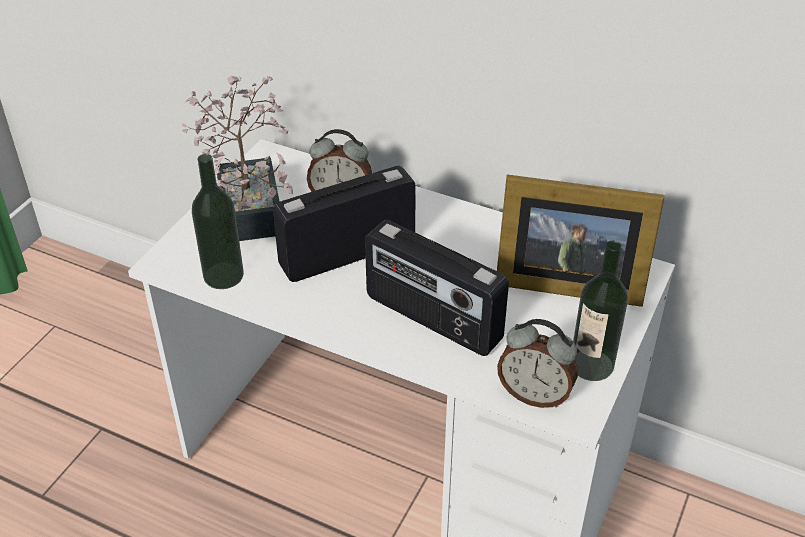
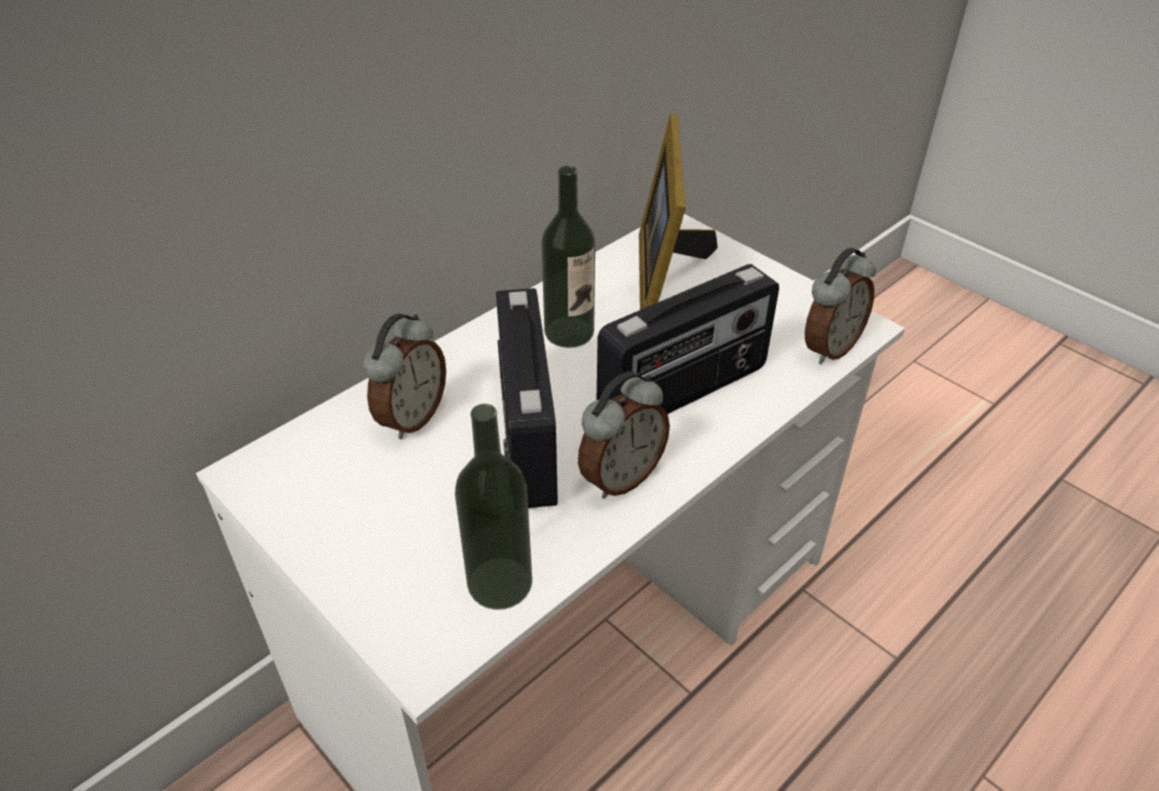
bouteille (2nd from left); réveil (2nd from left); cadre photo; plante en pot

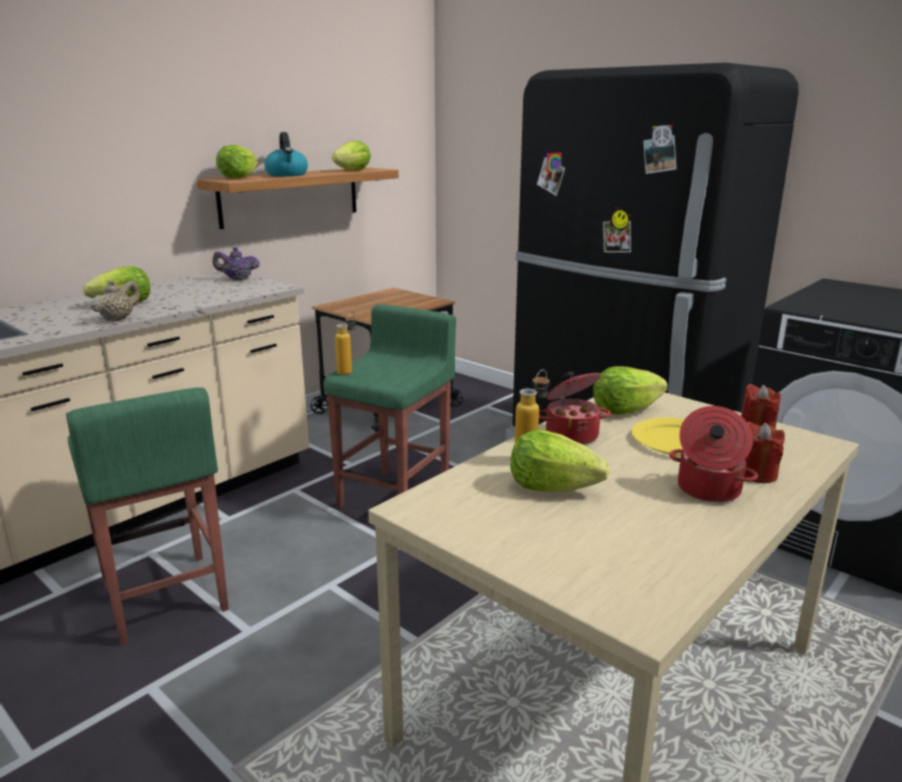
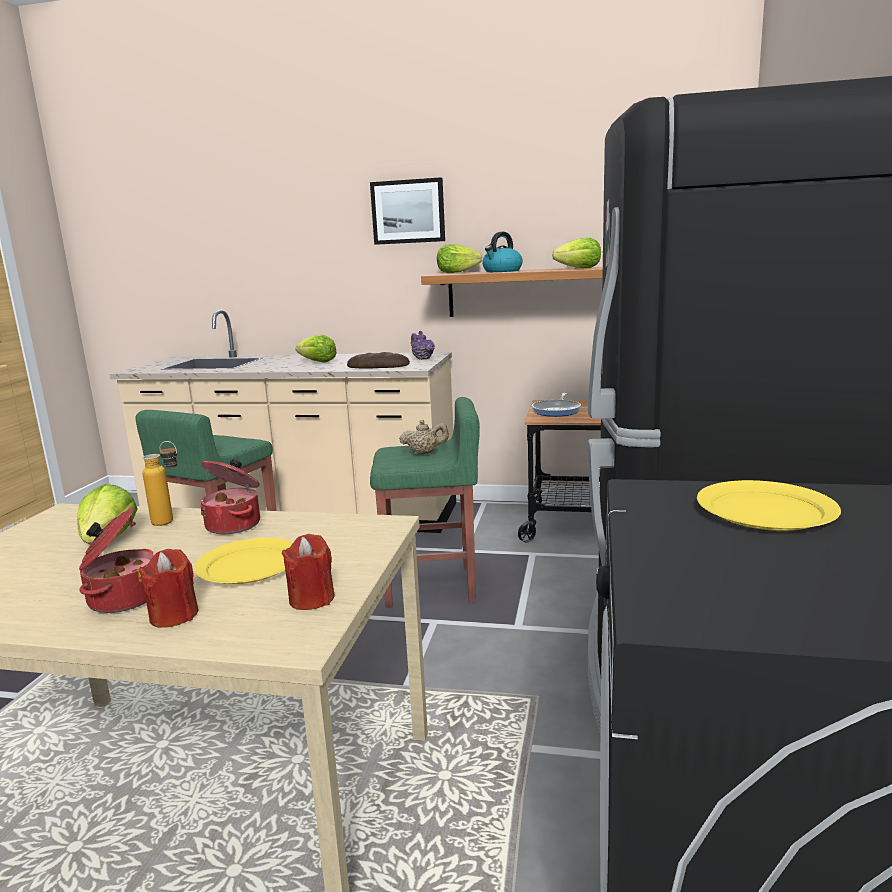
pain; tableau; théière (beige); poêle; assiette (jaune) (2nd from left); bouteille (1st from left in the first image); laitue (5th from left in the first image)

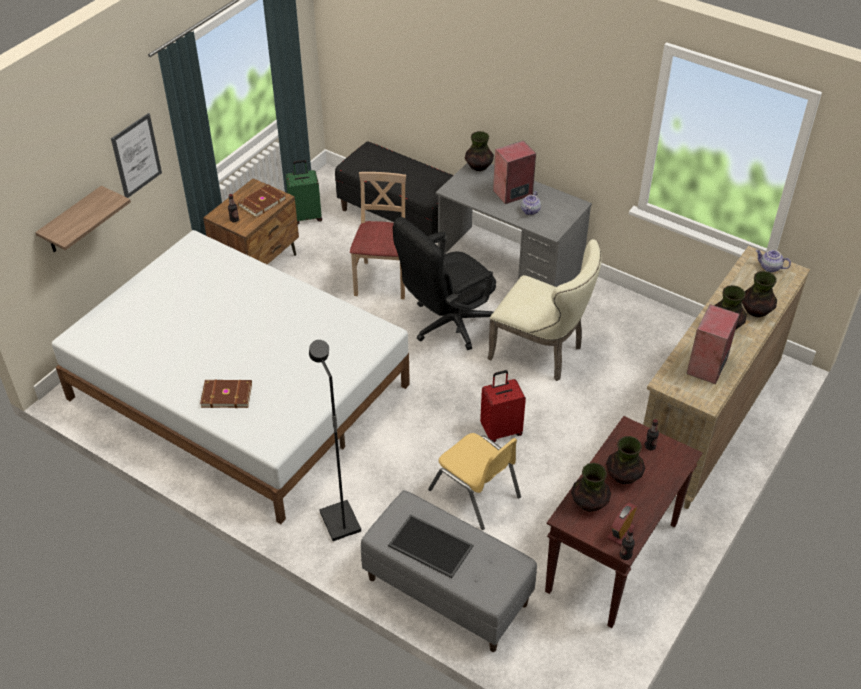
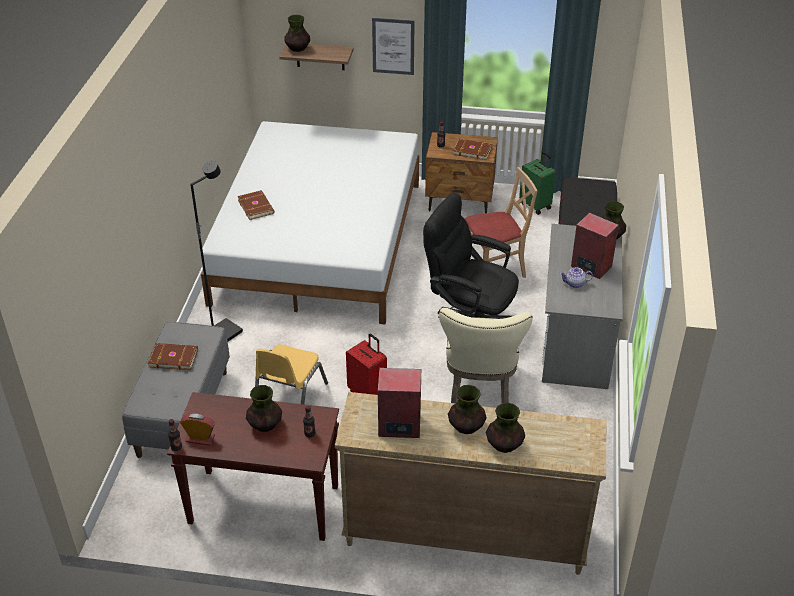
livre (marron) (1st from left); vase (2nd from left); théière (2nd from left in the first image)

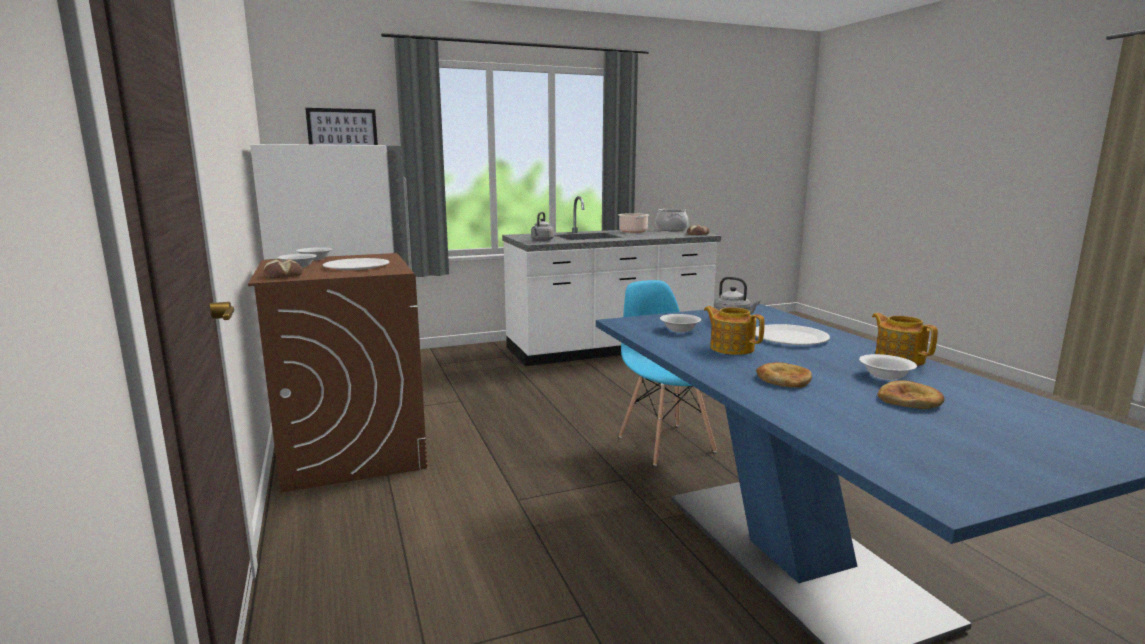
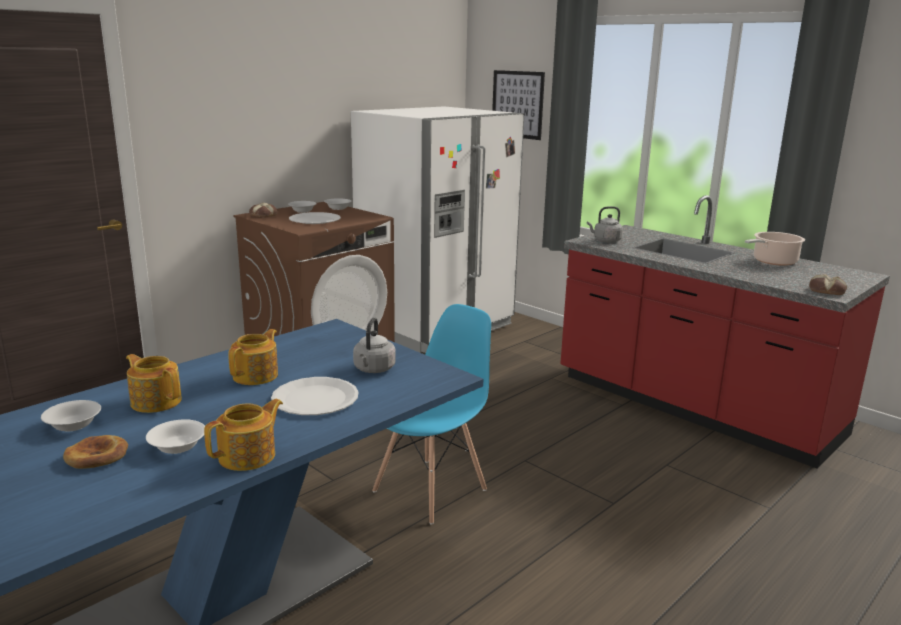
bol (blanc) (1st from left); théière (1st from left); comptoir de cuisine (rouge); marmite (2nd from left in the first image)

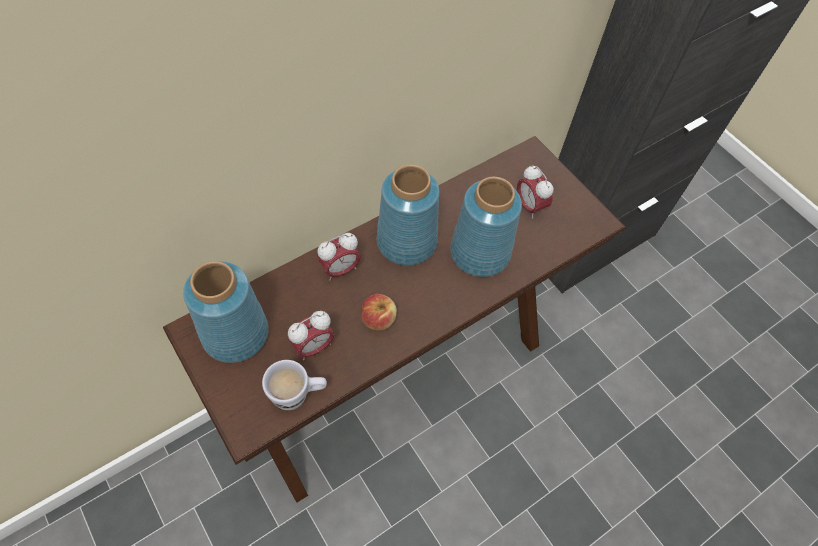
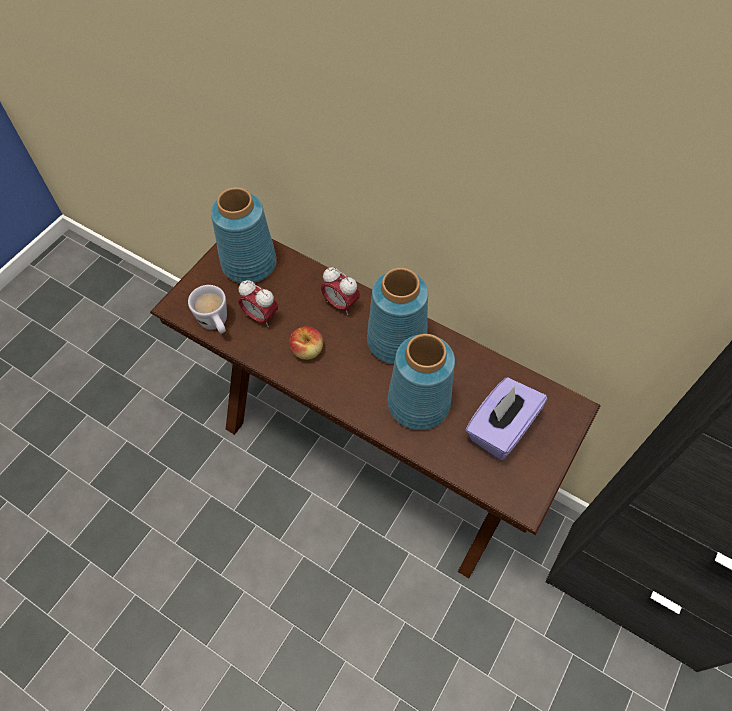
boîte à mouchoirs (violet)

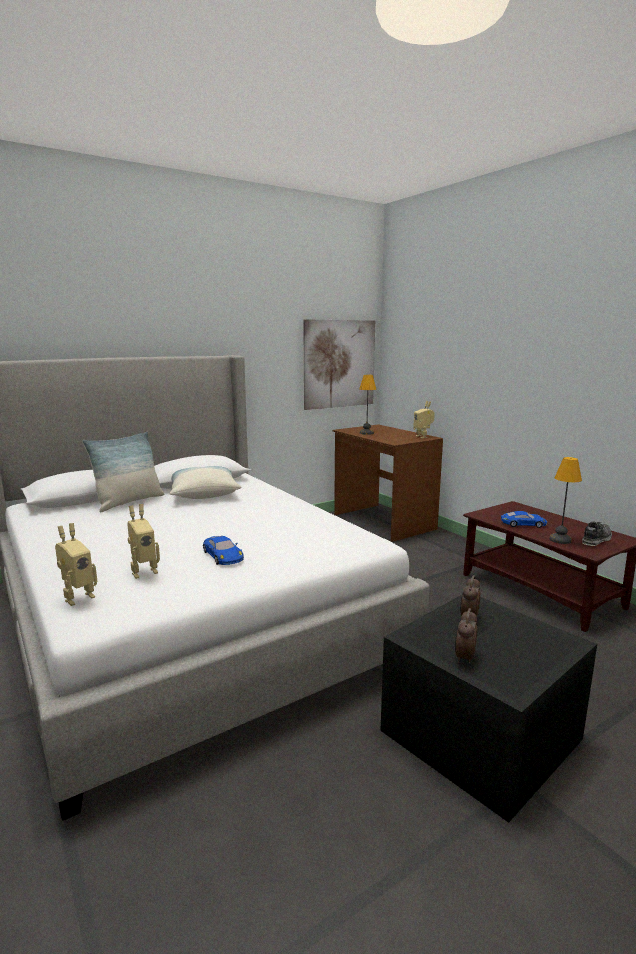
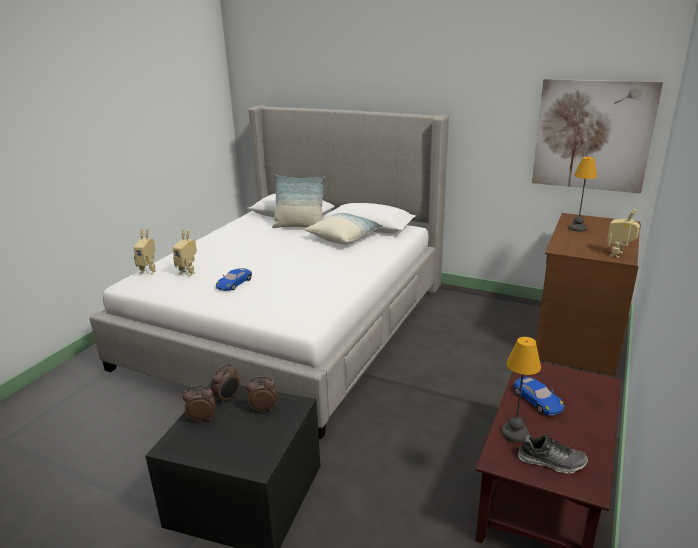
réveil (2nd from left)

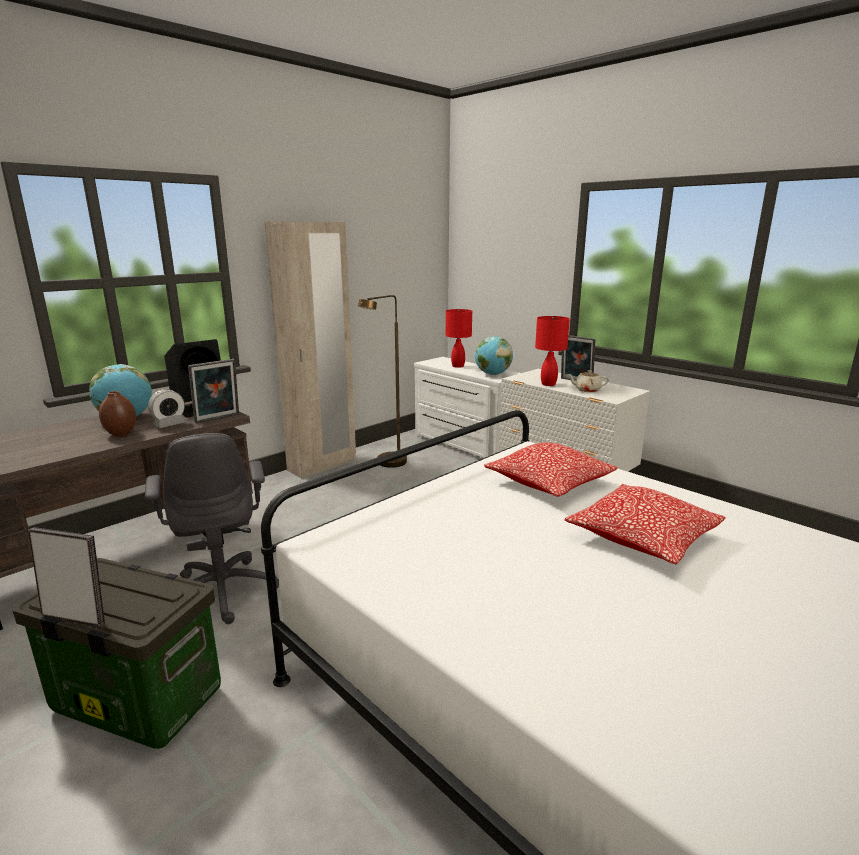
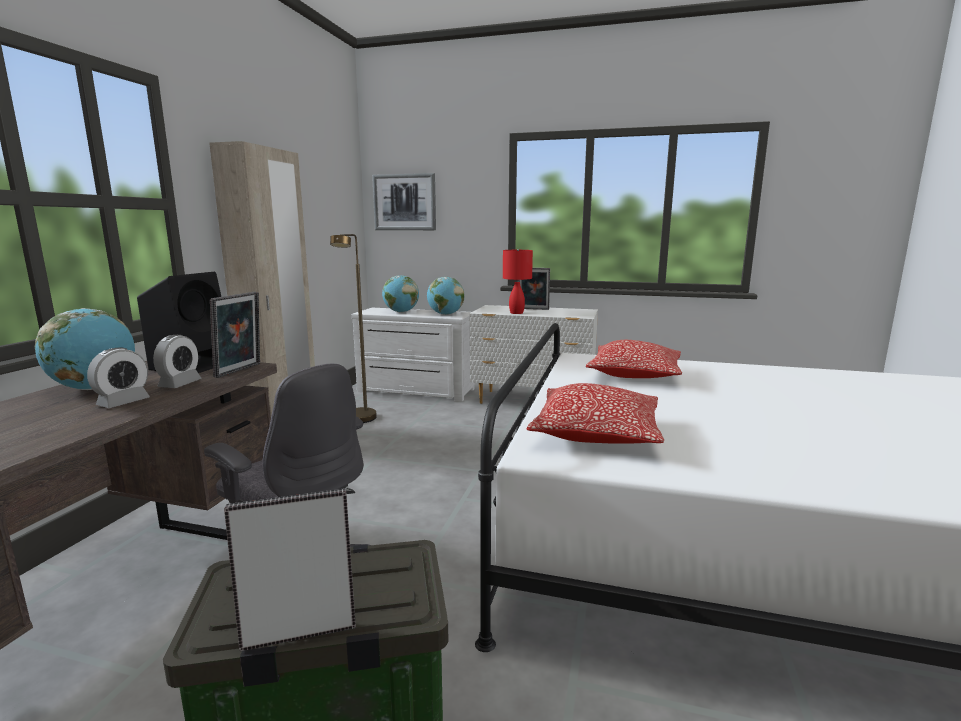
réveil (1st from left); tableau; globe (2nd from left); coussin (1st from left); théière (beige)

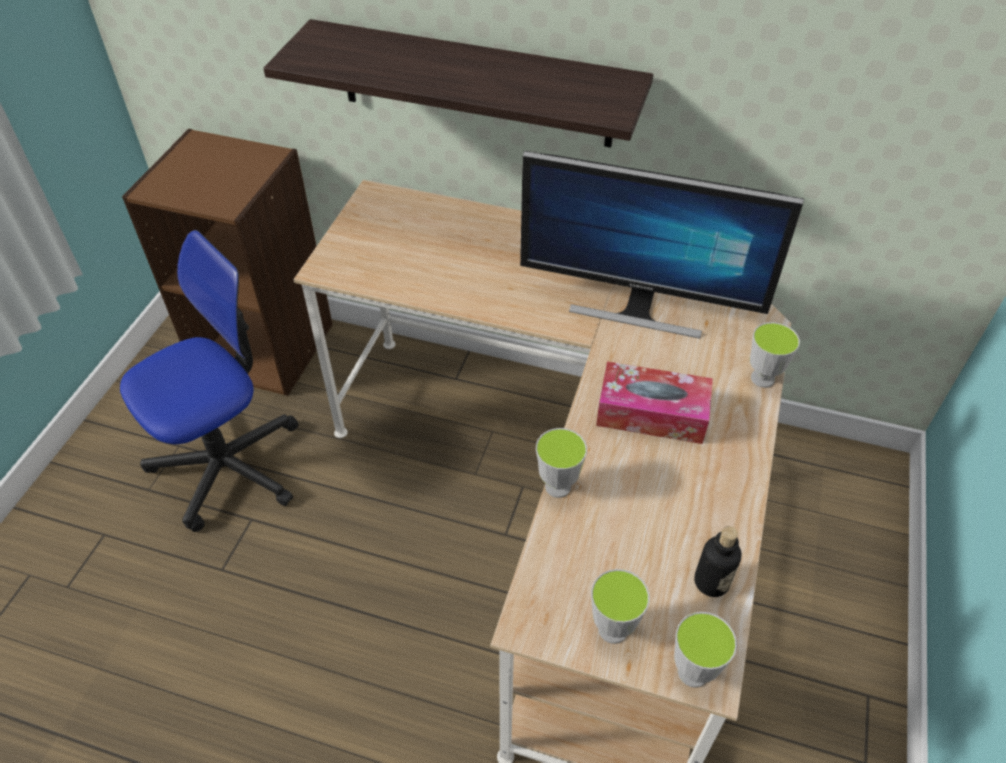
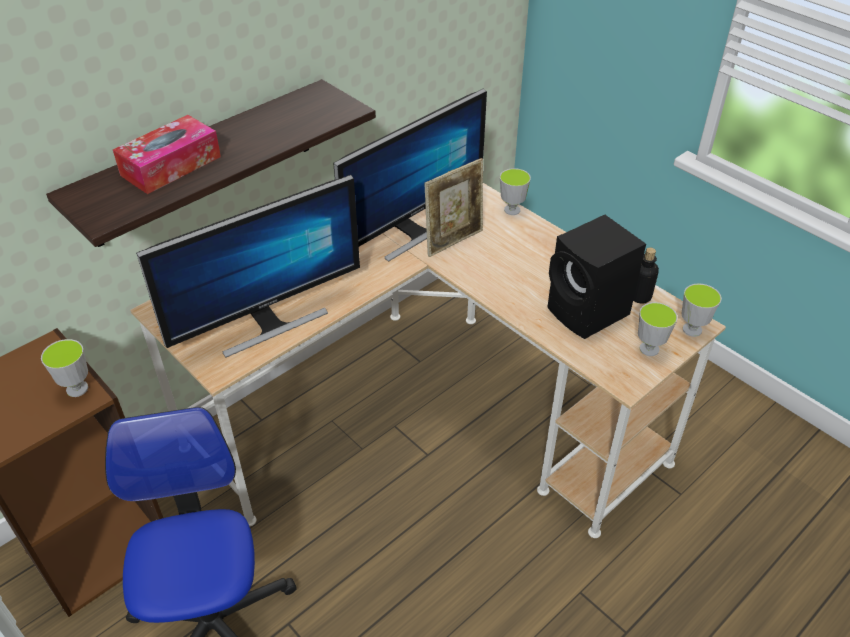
tasse (1st from left); boîte à mouchoirs; écran d'ordinateur (1st from left); cadre photo; enceinte (noir)

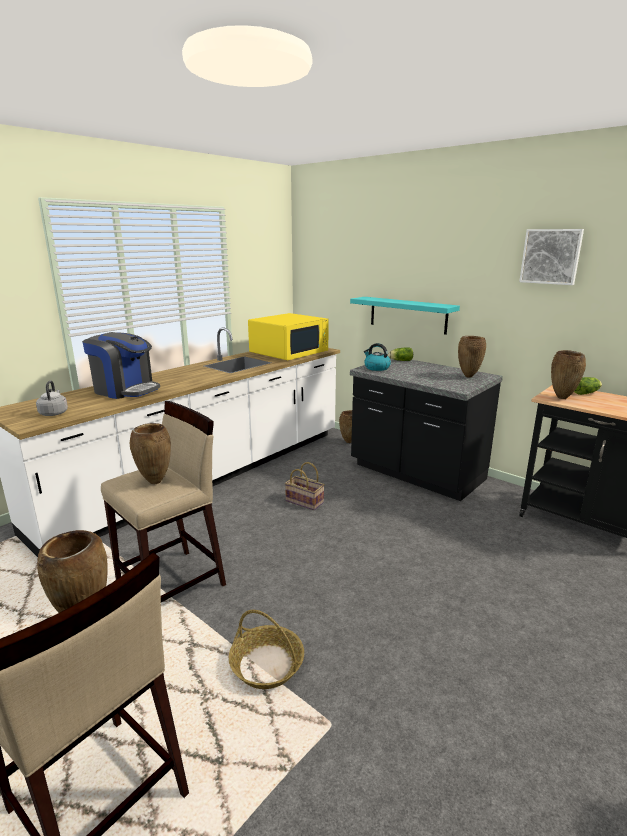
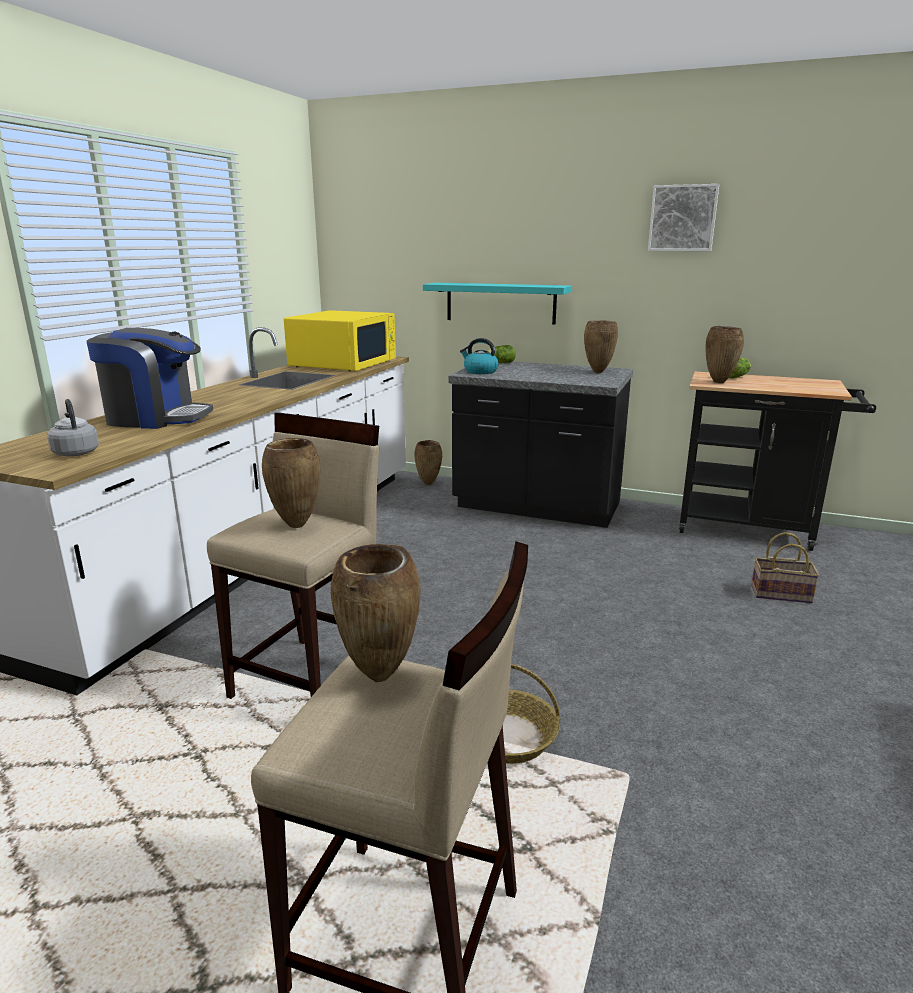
panier (2nd from left)

